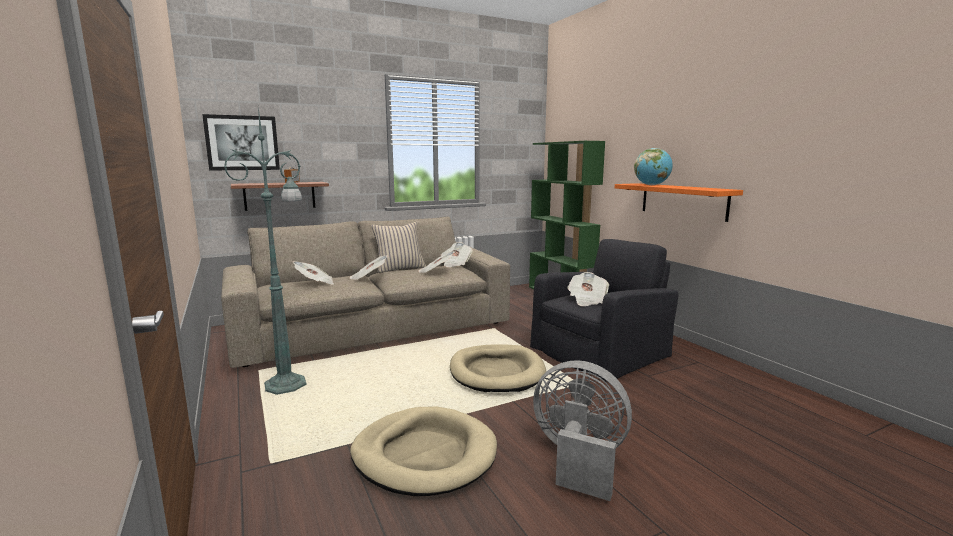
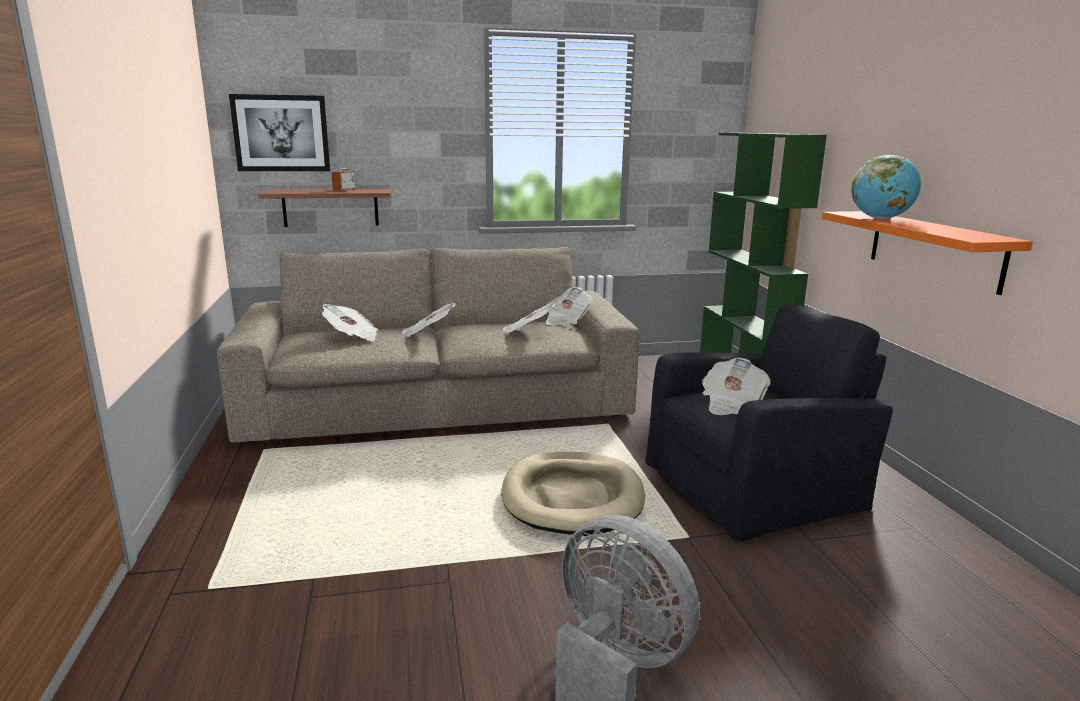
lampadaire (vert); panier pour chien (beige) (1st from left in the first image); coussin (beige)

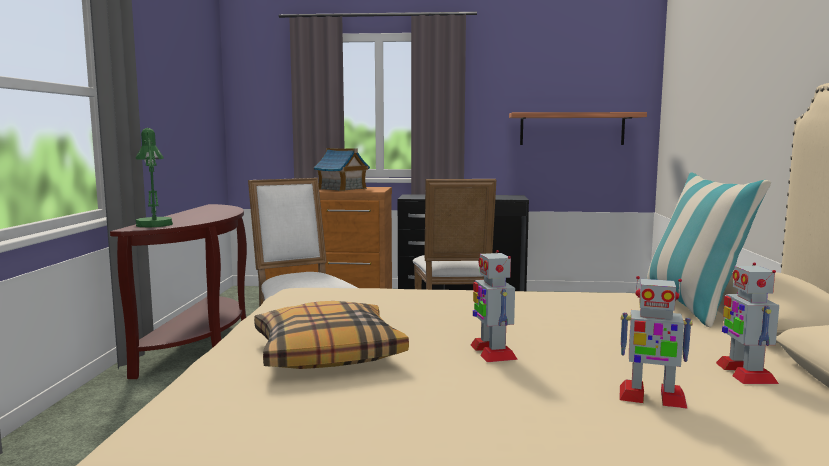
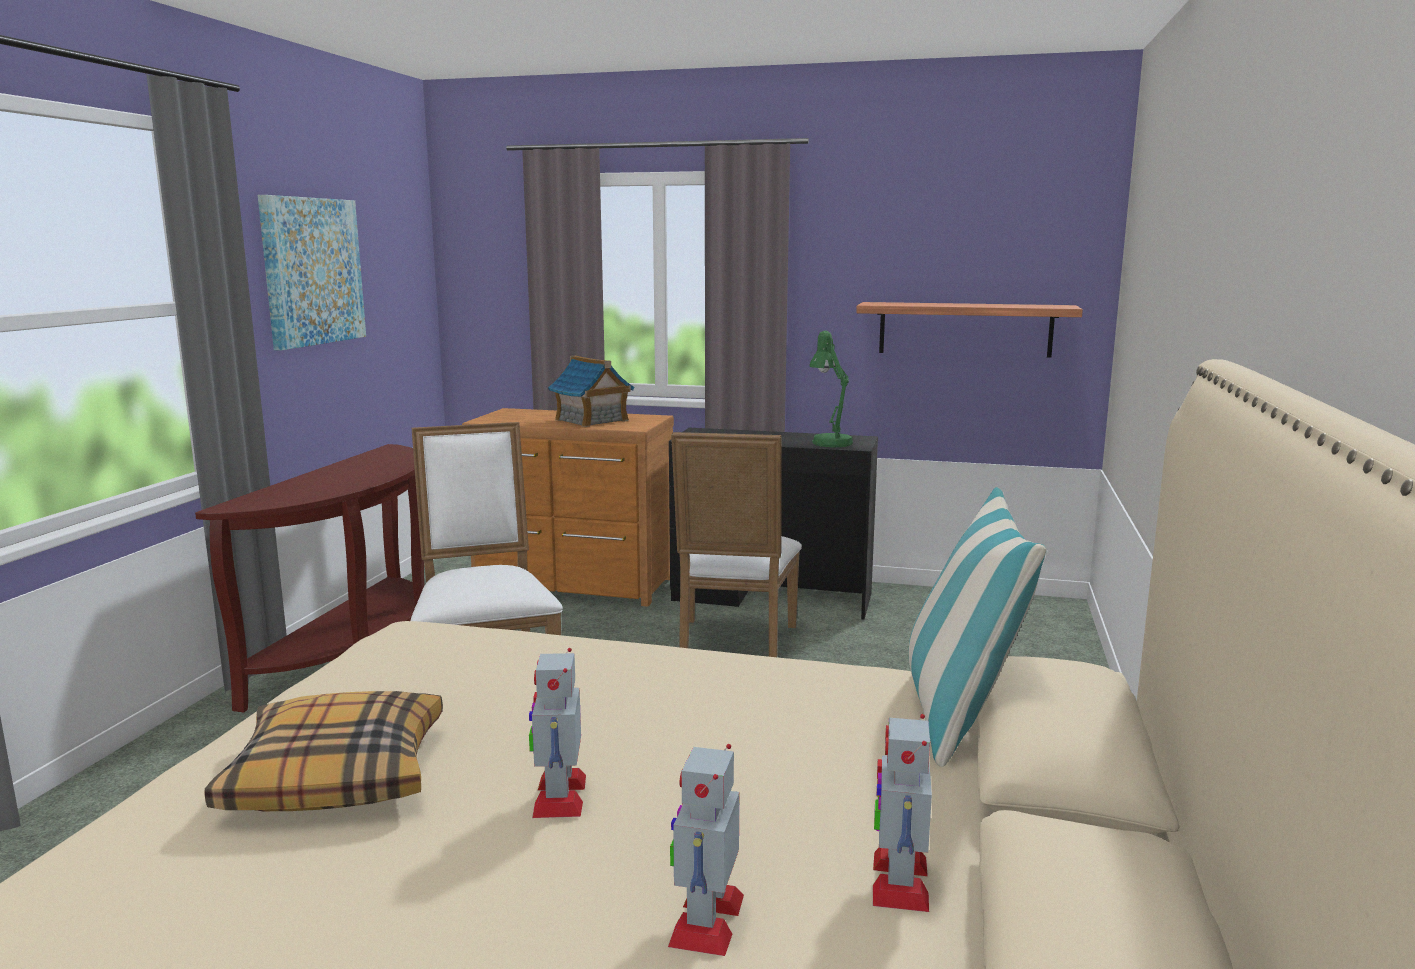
tableau; robot jouet (2nd from left); lampe de table (vert)

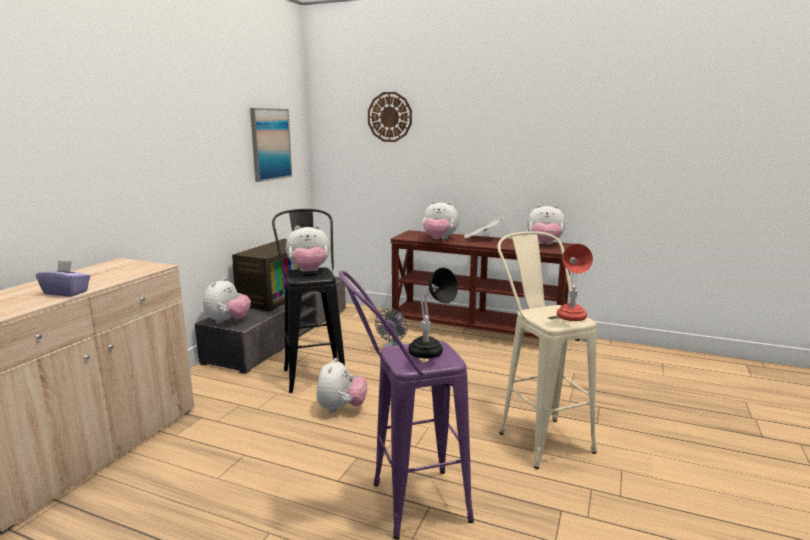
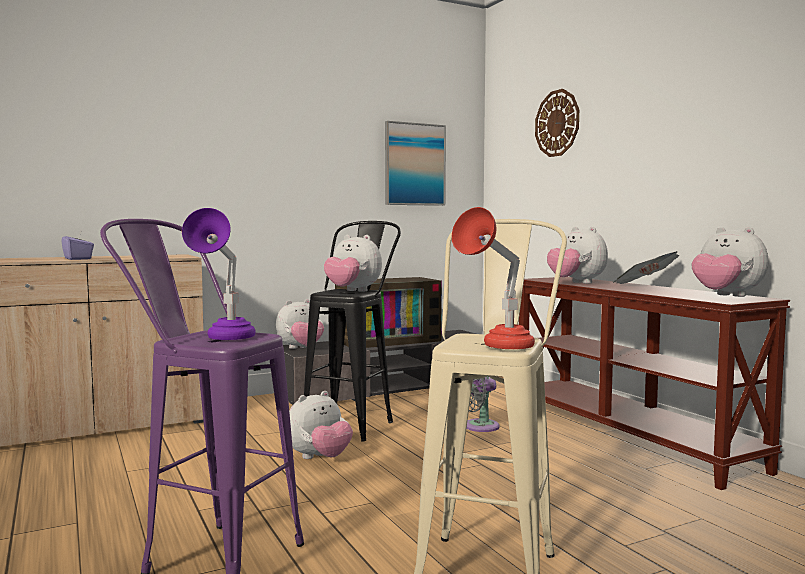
lampe de table (violet)

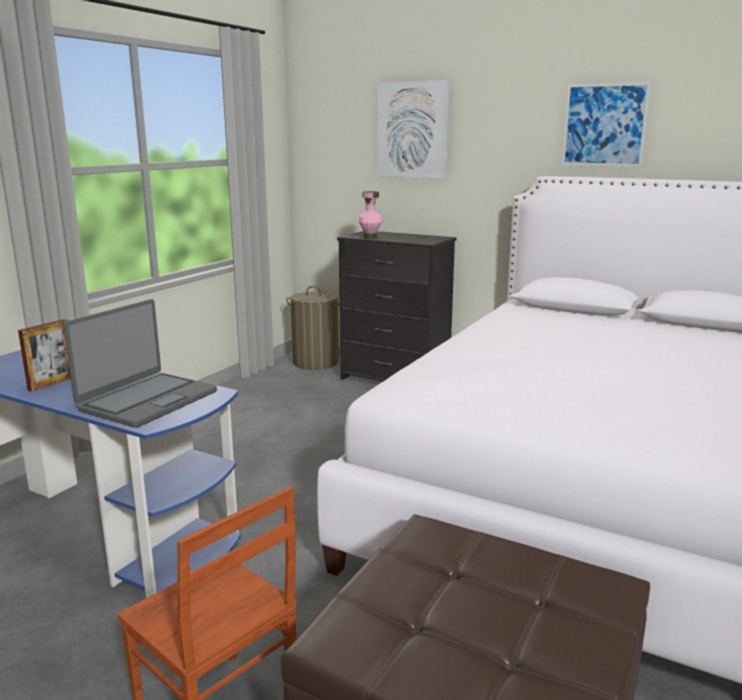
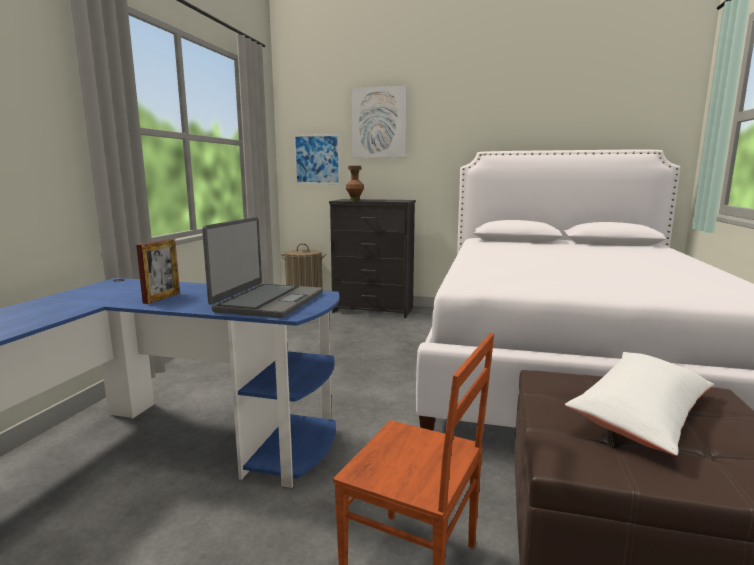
tableau (1st from left); vase (marron); coussin (blanc)

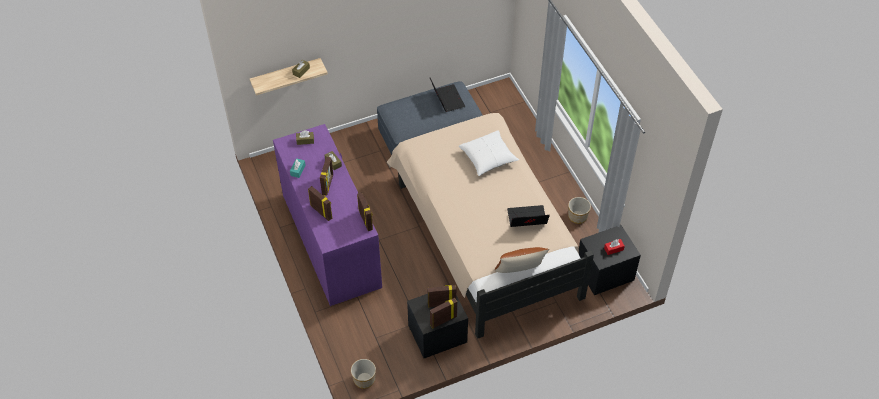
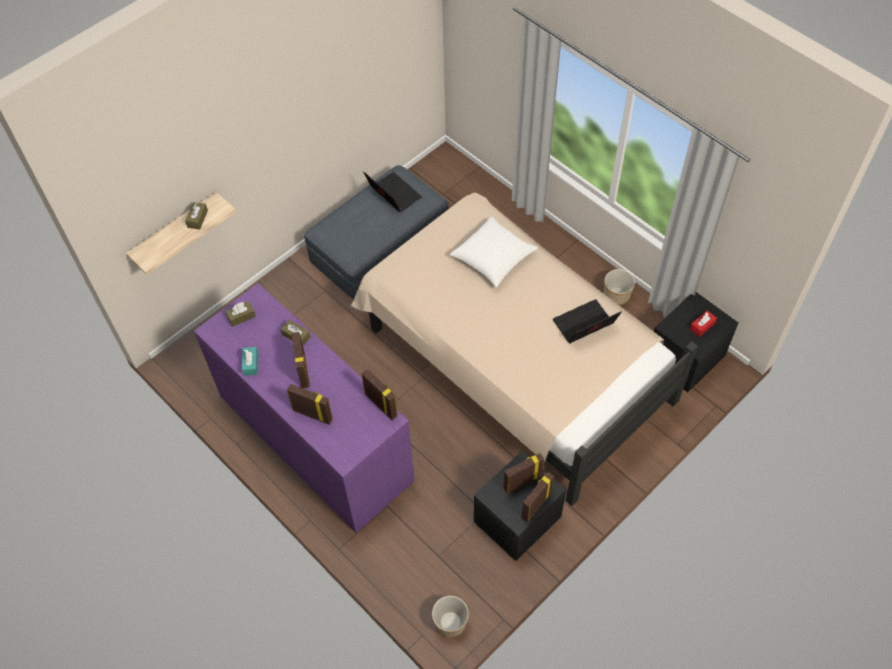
coussin (marron)

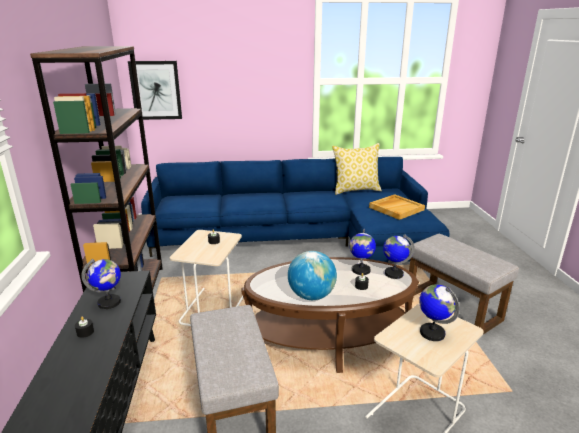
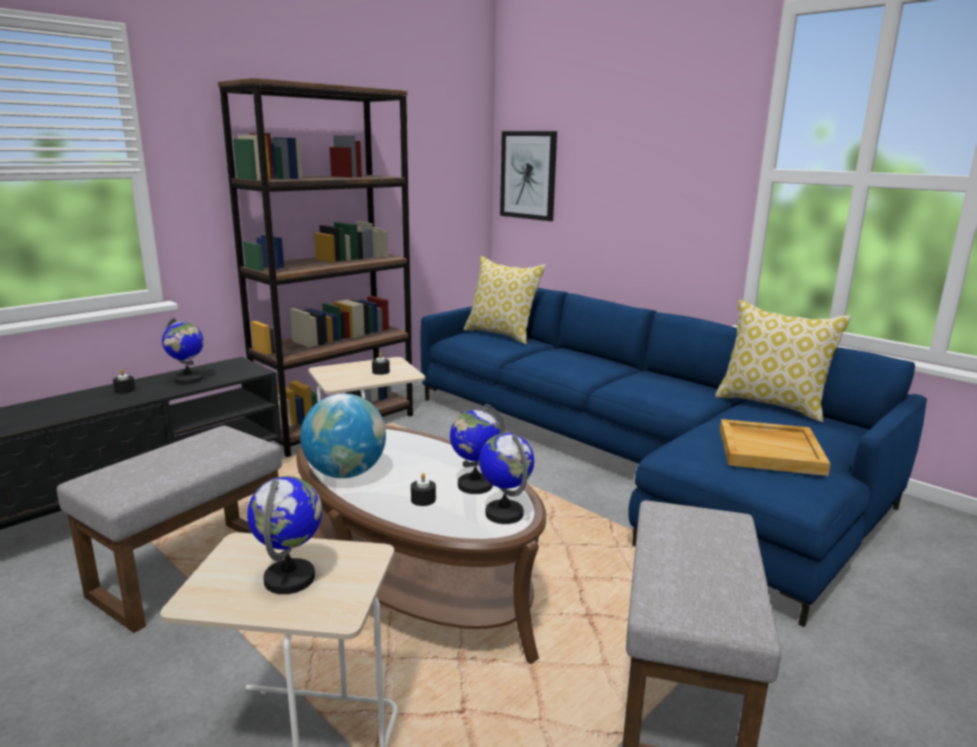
coussin (1st from left)

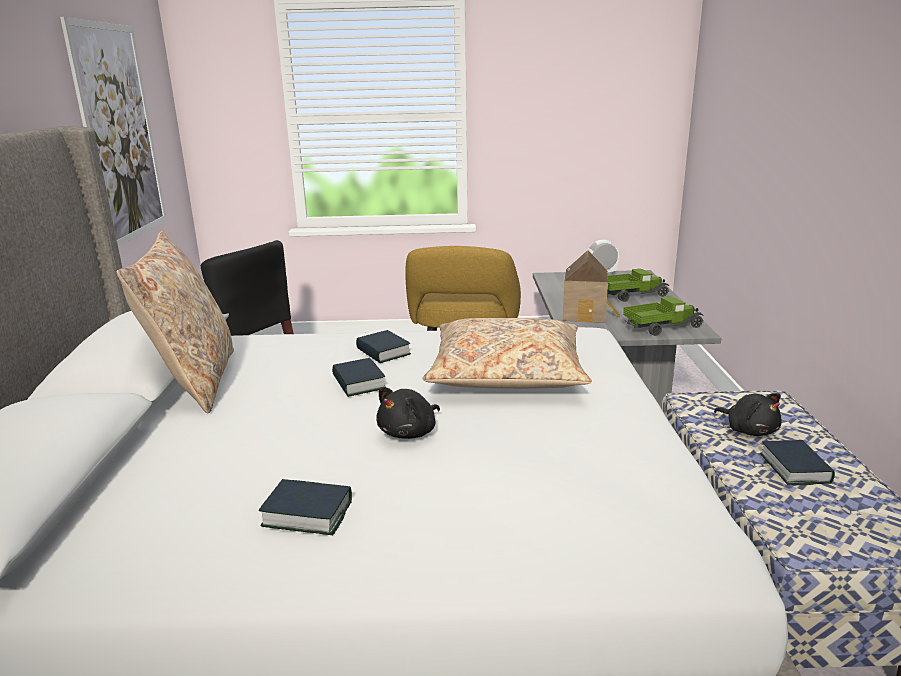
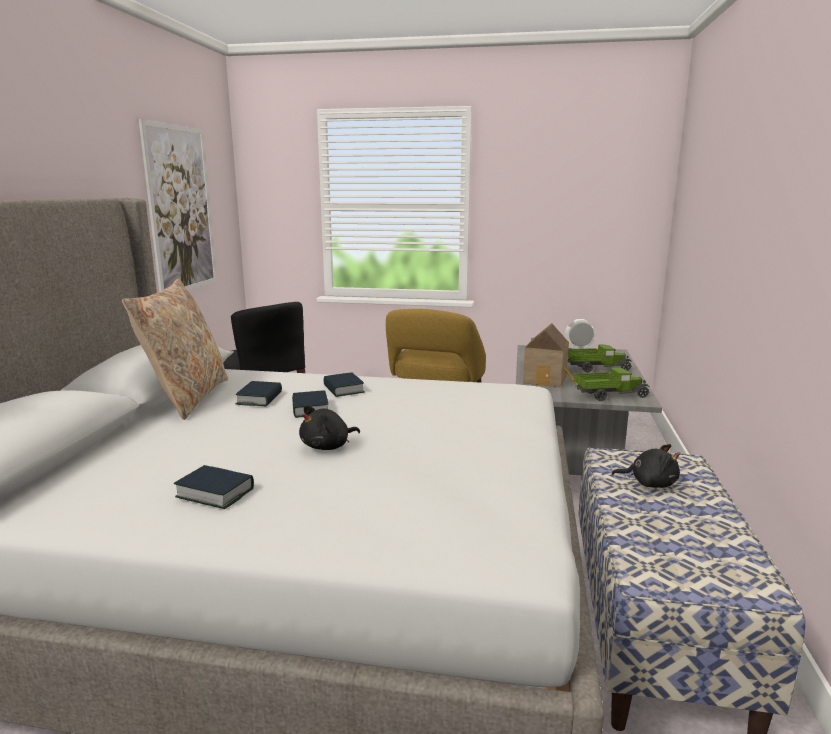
livre (2nd from left); peluche (noir) (2nd from left); coussin (beige) (2nd from left in the first image)

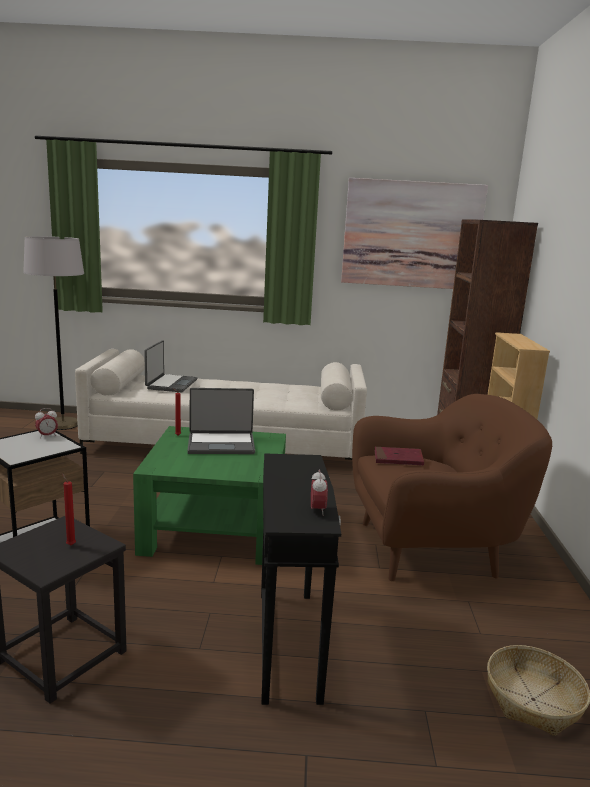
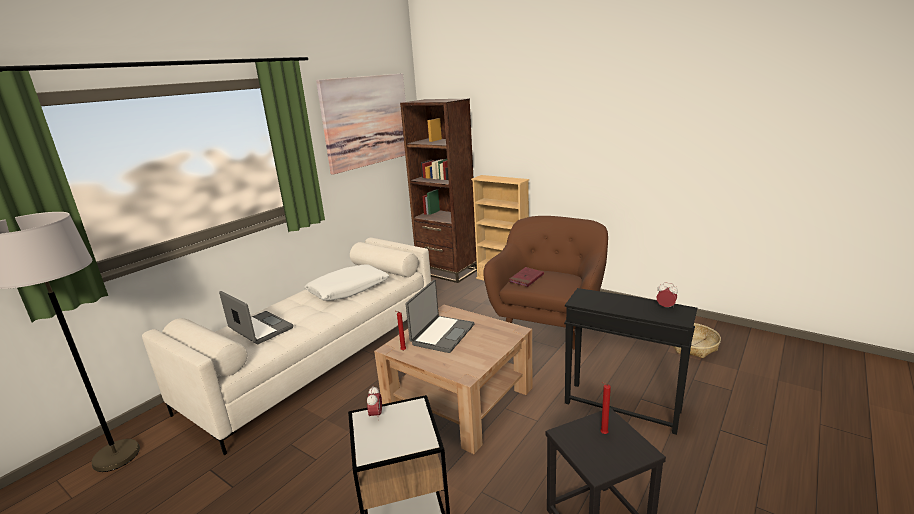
coussin (blanc); table basse (marron)

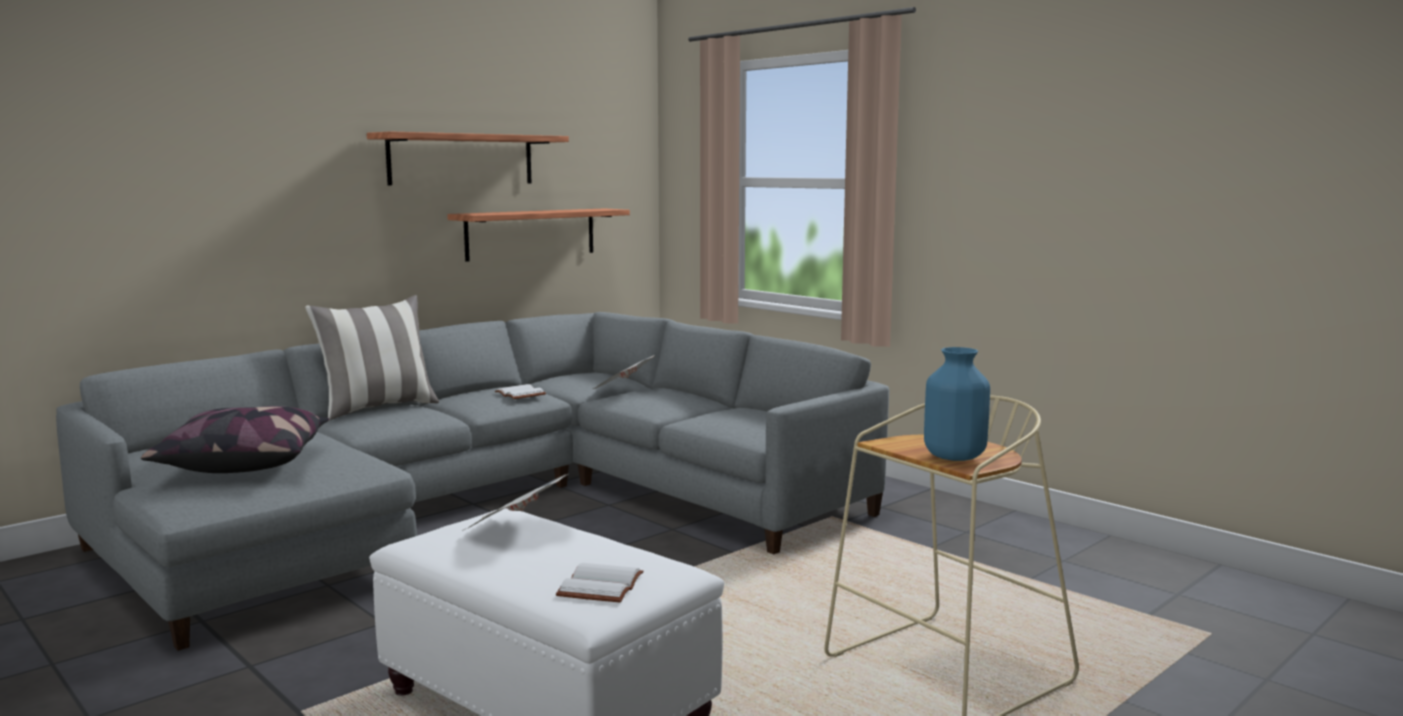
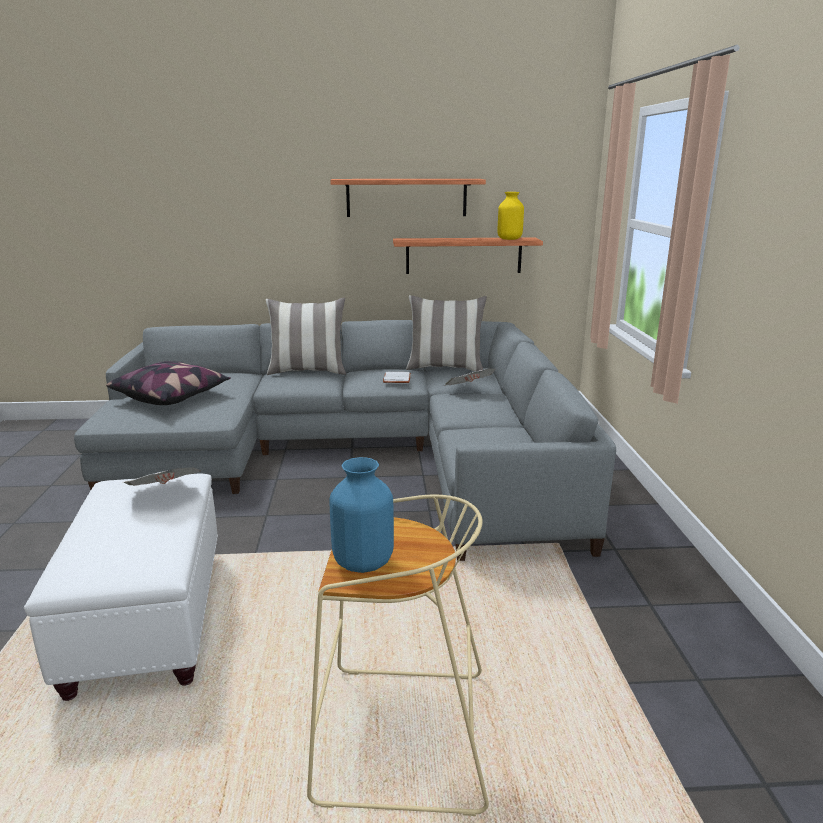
coussin (3rd from left); vase (jaune); livre (blanc) (2nd from left in the first image)

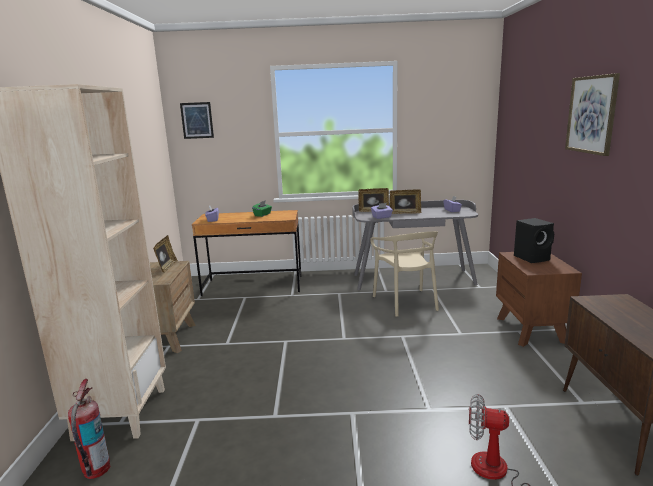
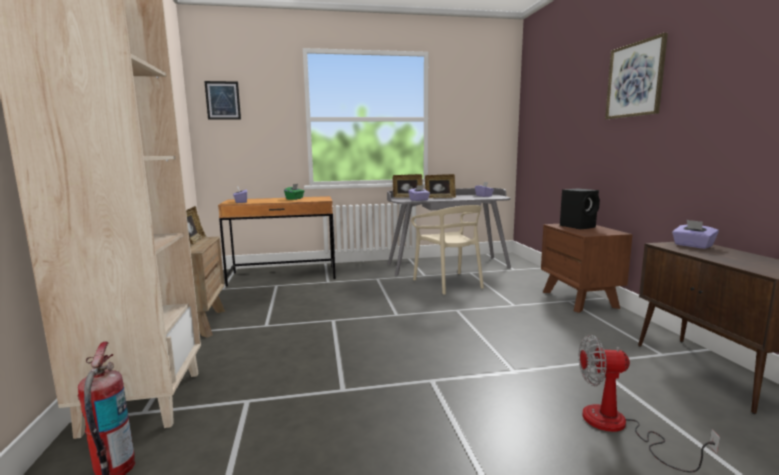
boîte à mouchoirs (violet) (4th from left)

